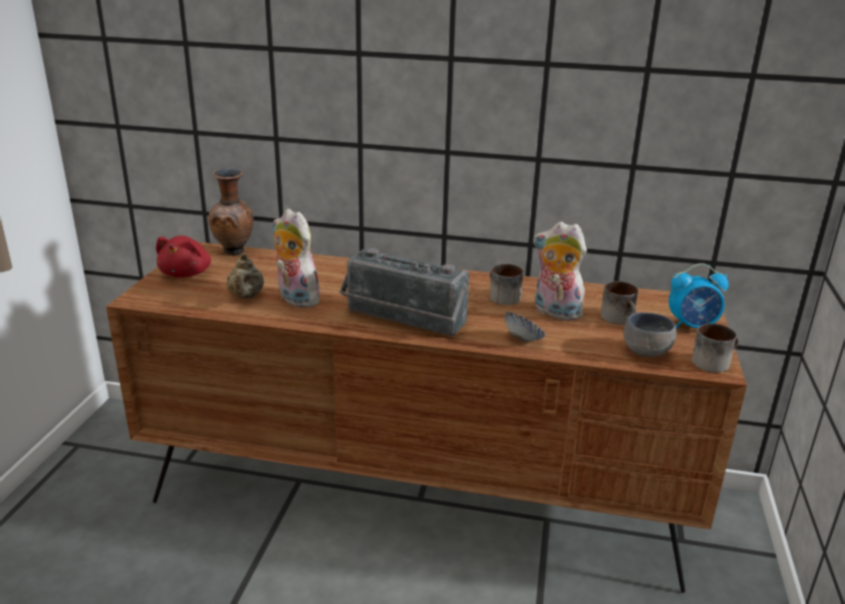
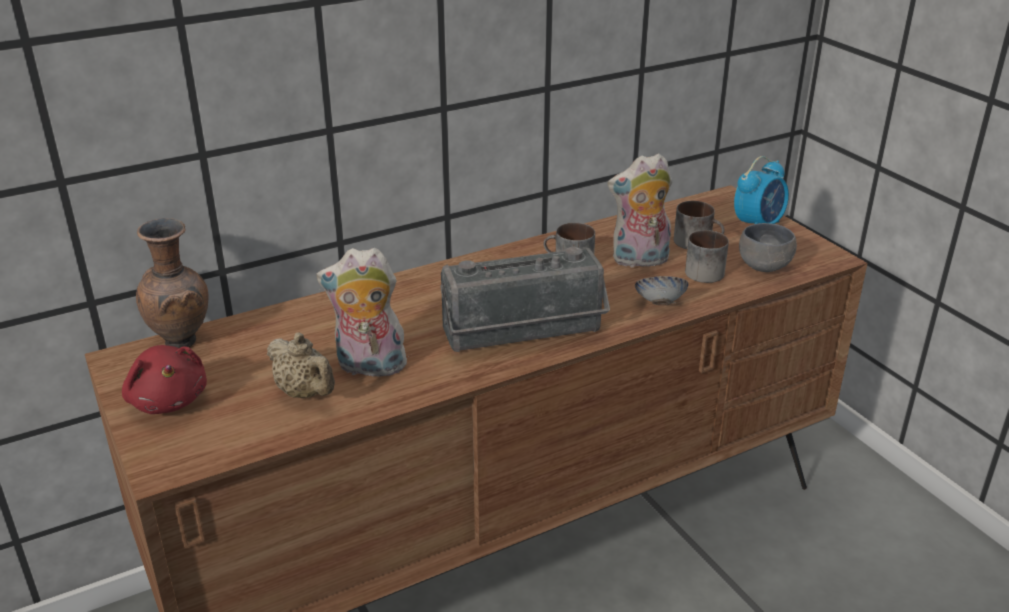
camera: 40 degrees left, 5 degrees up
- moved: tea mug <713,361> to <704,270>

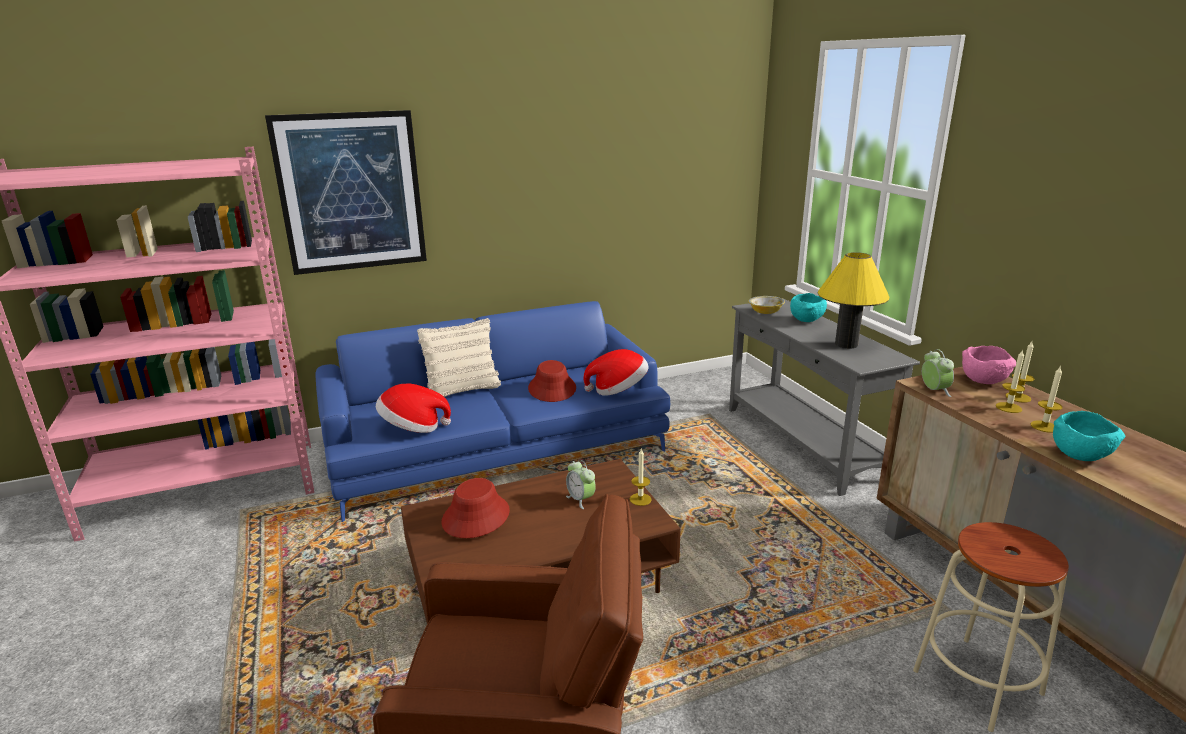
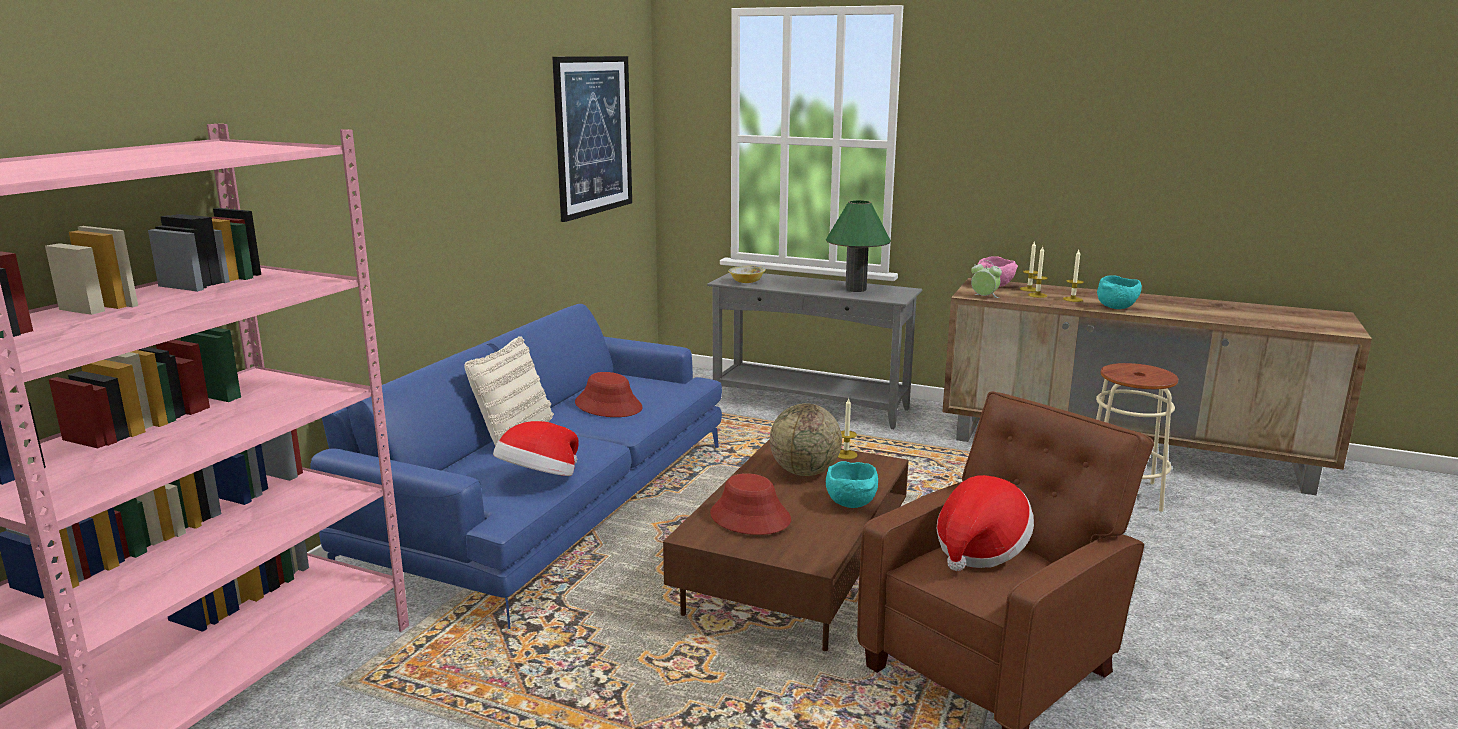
camera: 45 degrees left, 5 degrees down
- moved: wall picture <351,192> to <593,136>
- replaced: bedside clock <581,499> to globe <804,472>
- recoloured: yellow-coloured tabletop lamp <846,344> to green tabletop lamp <855,289>
- moved: turquoise-coloured bowl <806,321> to <852,504>
- moved: hat <618,390> to <979,550>

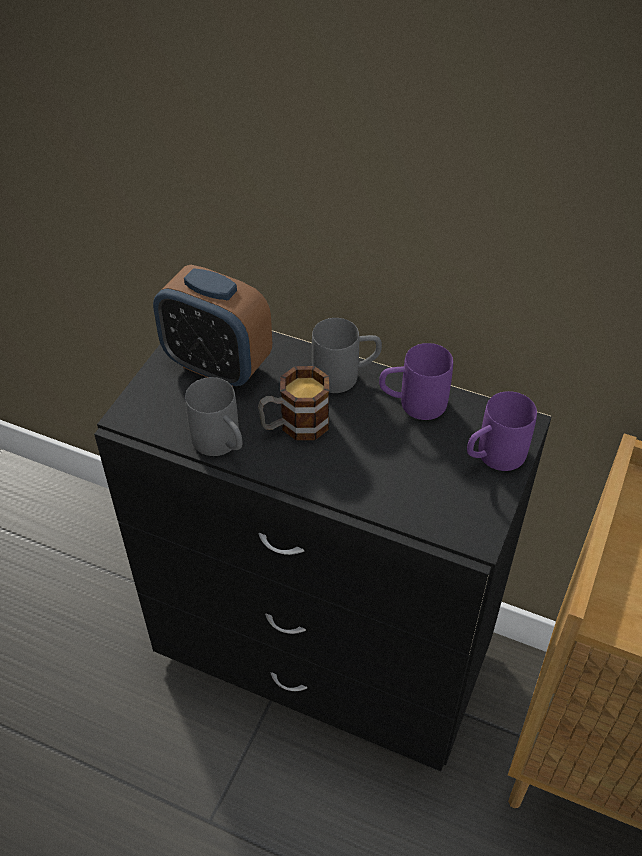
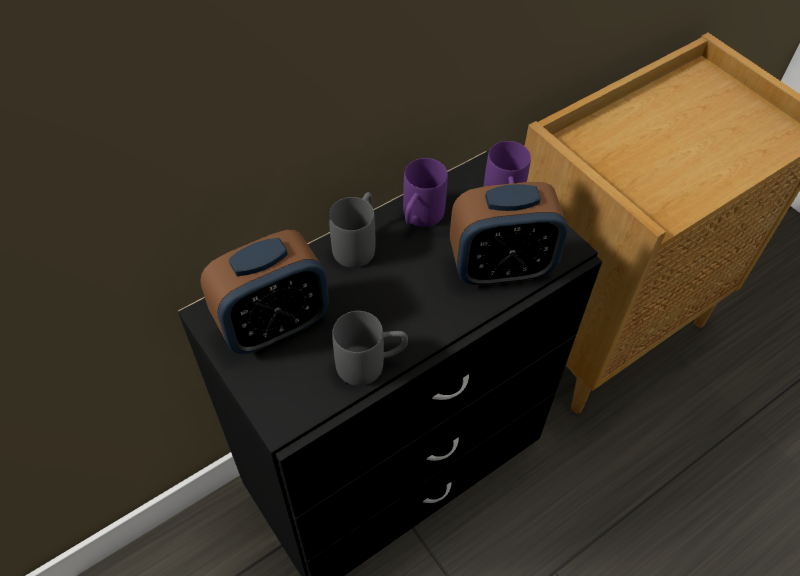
camera: 60 degrees left, 5 degrees up
- added: bedside clock <500,268>
- removed: tea mug <294,425>

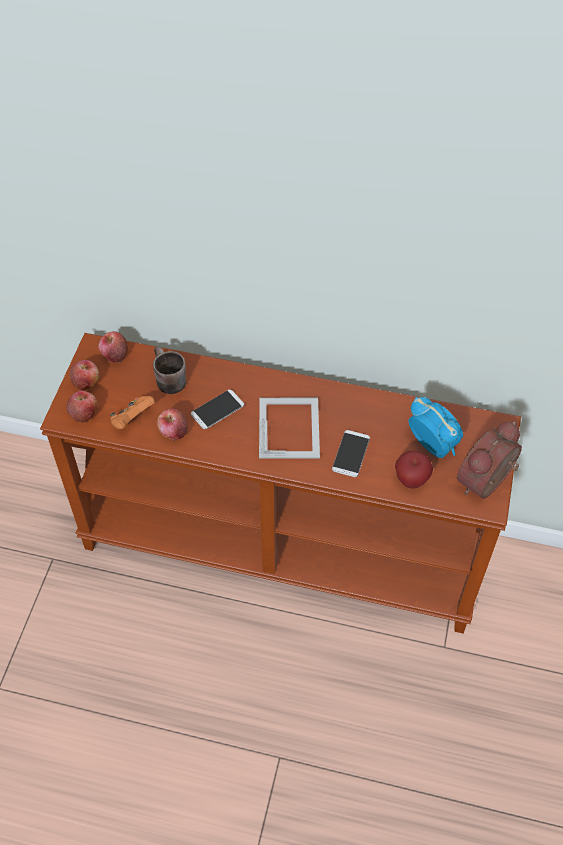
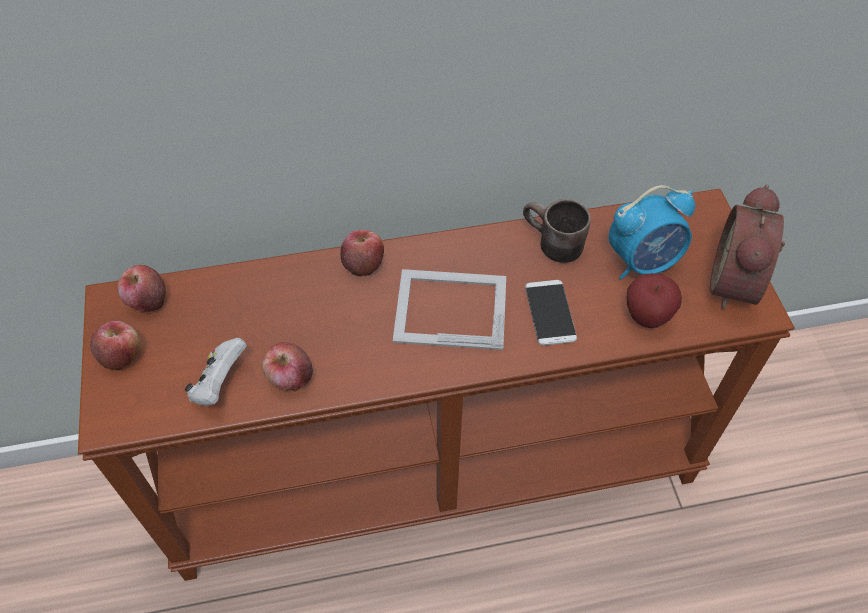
camera: 25 degrees left, 0 degrees up
- recoloured: orangey joypad <132,420> to whitish joypad <219,384>
- moved: whole apple <84,413> to <363,263>
- turned: photo frame <289,427> = <449,308> 60 degrees counterclockwise
- moved: brown tea mug <166,379> to <550,245>
- turned: bedside clock <432,445> = <643,262> 135 degrees clockwise
- removed: telephone <217,409>

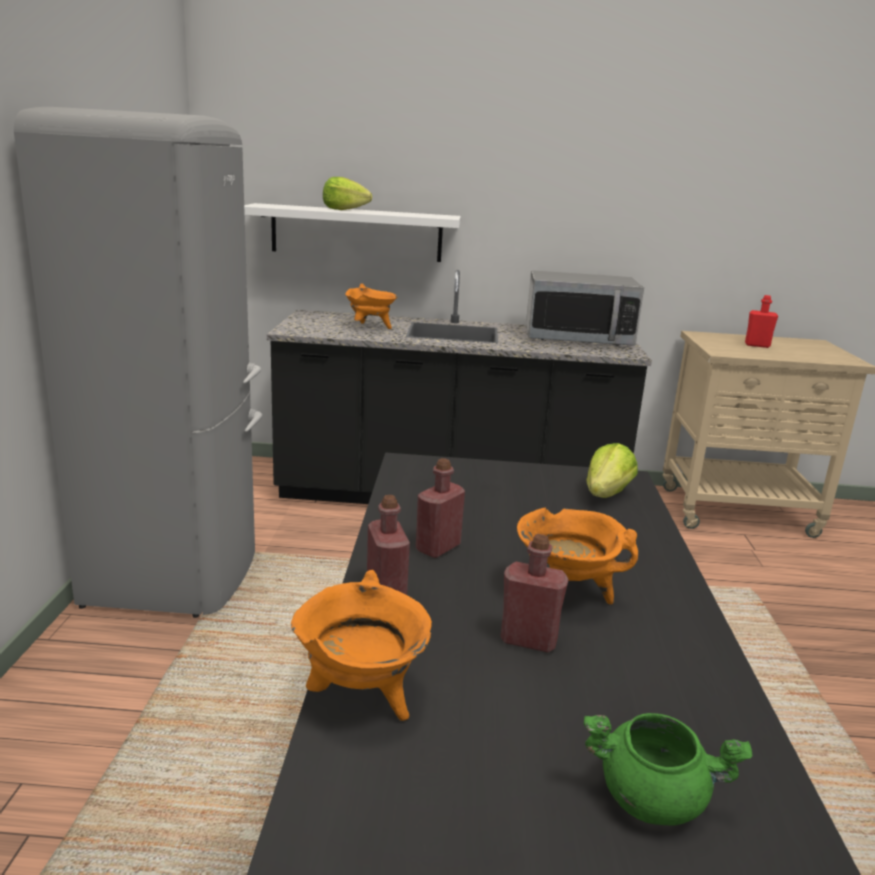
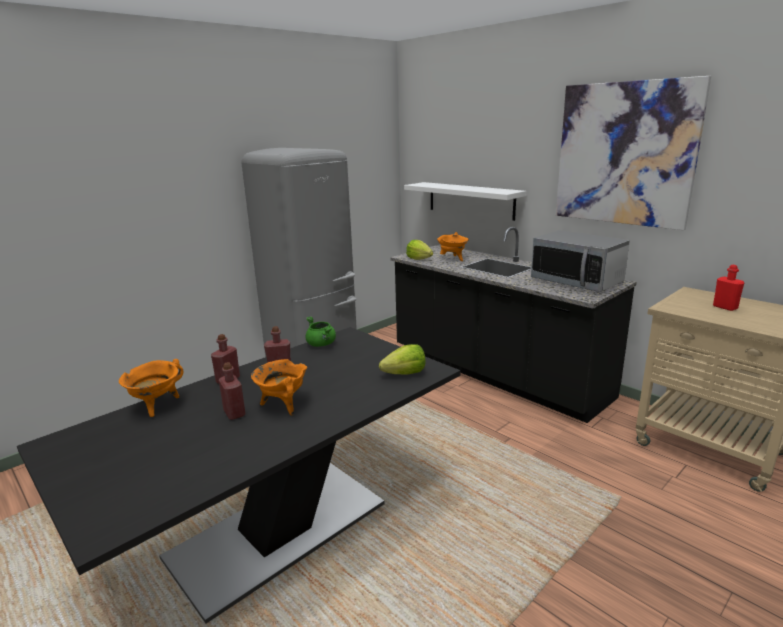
camera: 45 degrees right, 0 degrees up
- moved: green cooking pot <652,797> to <321,344>
- moved: lettuce <344,209> to <419,259>
- added: wall picture <624,154>

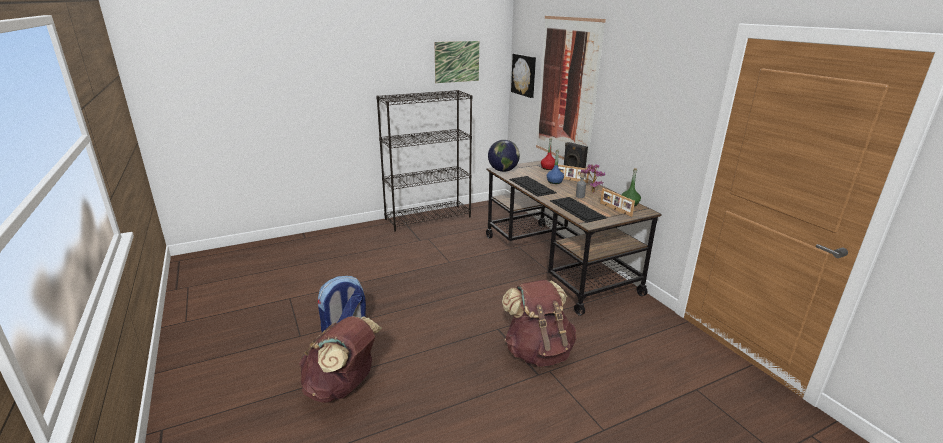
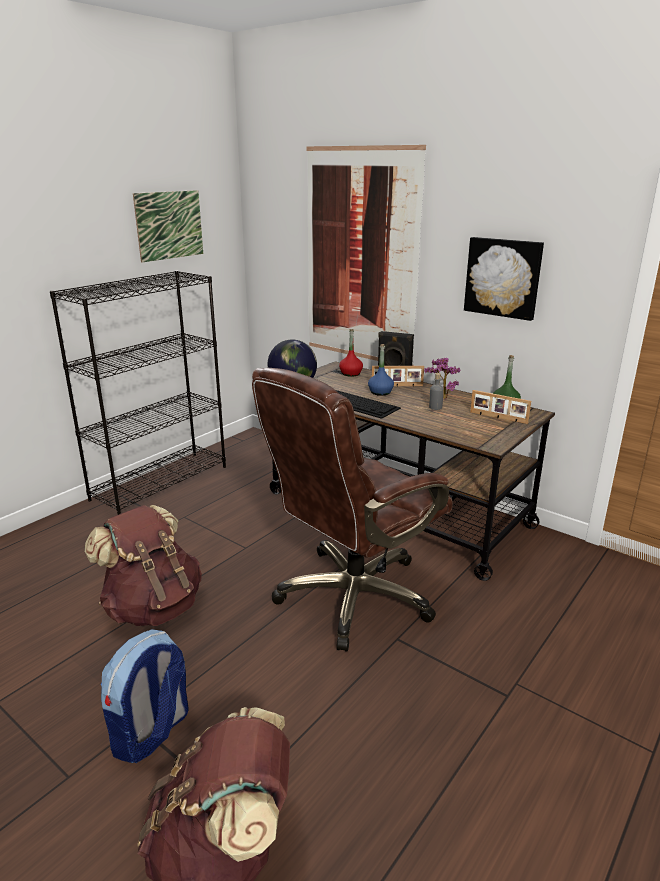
camera: 25 degrees left, 0 degrees up
- moved: brown knapsack <537,352> to <153,607>
- added: brown computer chair <354,595>
- moved: wall picture <524,75> to <503,277>
- removed: keyboard <576,209>

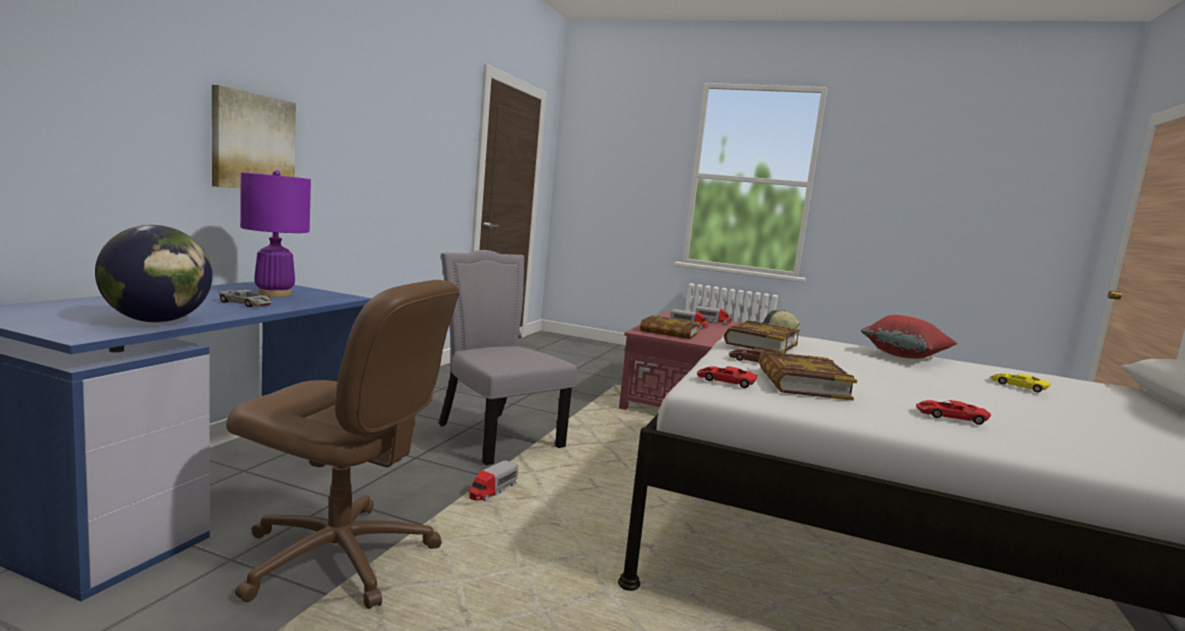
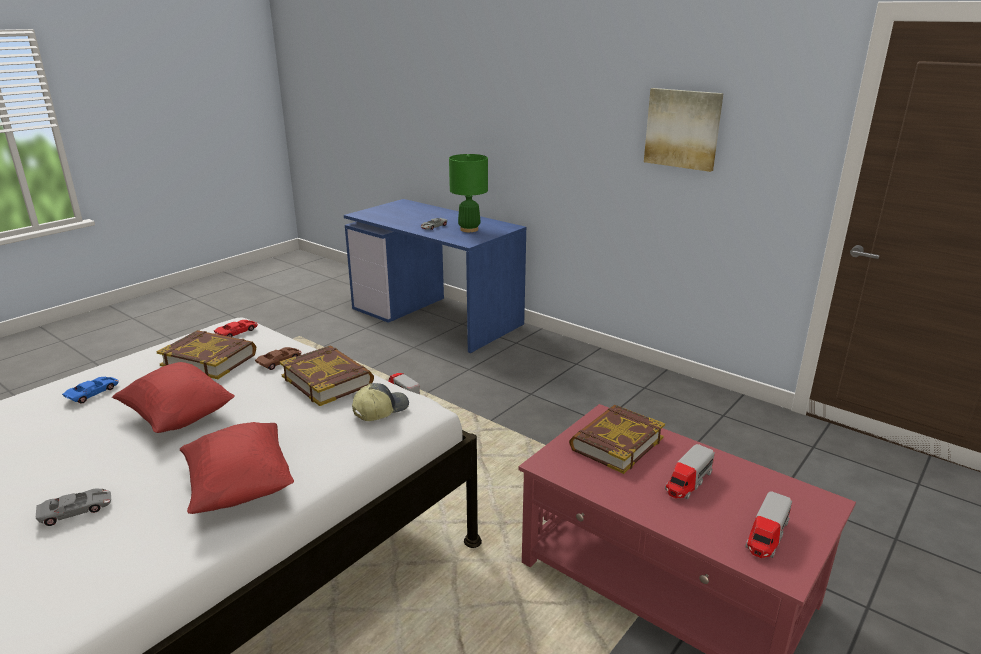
camera: 110 degrees right, 15 degrees up
- recoloured: yellow-coloured toy car <1018,386> to greyish toy car <76,510>
- recoloured: reddish toy car <950,417> to bluish toy car <93,392>
- added: reddish pillow <178,416>
- recoloured: purplish tabletop lamp <274,294> to green tabletop lamp <469,229>
- moved: wall picture <252,142> to <683,129>
- removed: globe <157,321>
- removed: brown computer chair <338,557>
- removed: greyish upright chair <498,438>

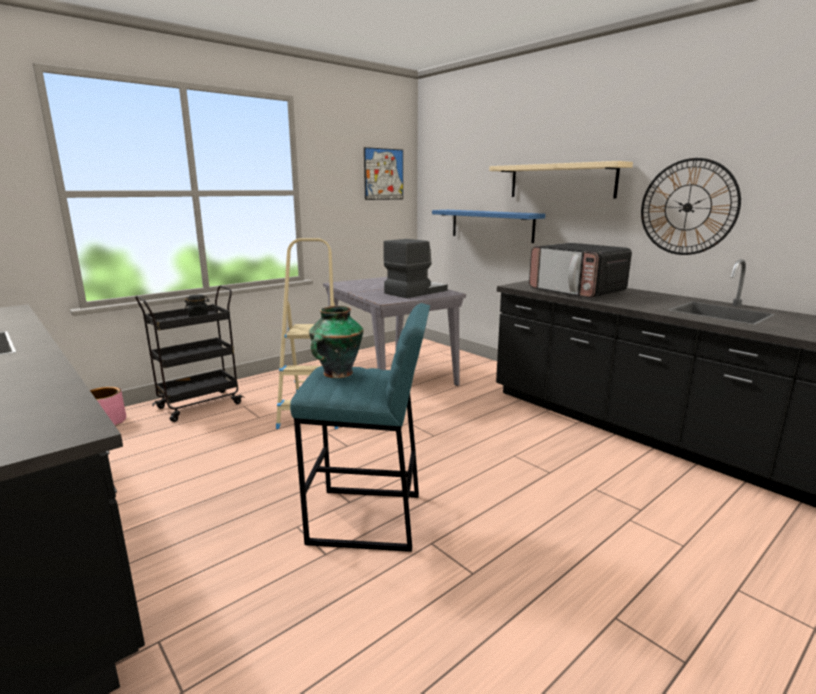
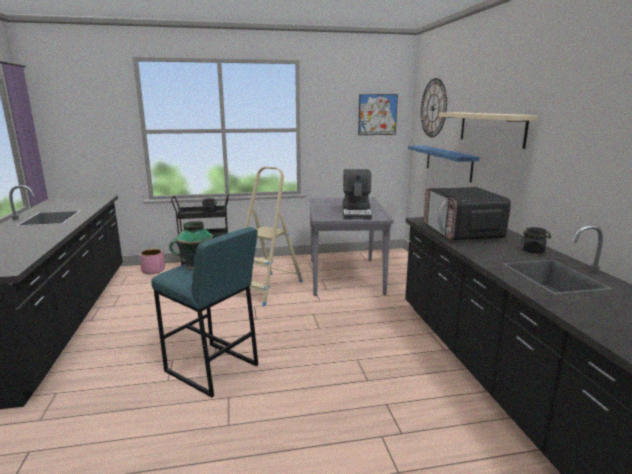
camera: 30 degrees right, 0 degrees up
- turned: coffee brewer <415,292> = <357,213> 105 degrees clockwise
- moved: hanging clock <687,207> to <433,108>
- added: black-coloured jar <533,251>

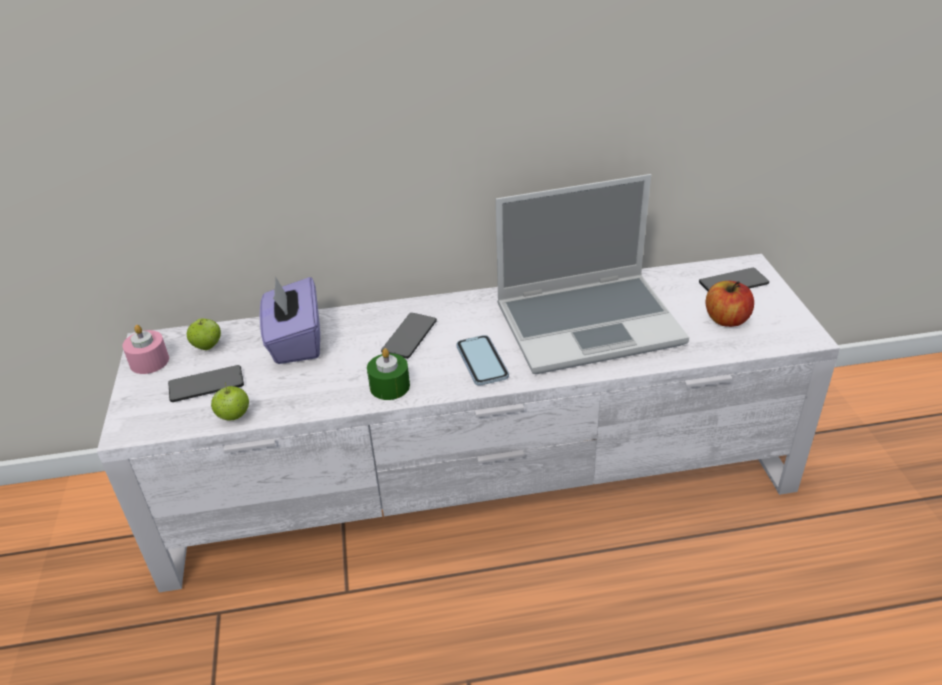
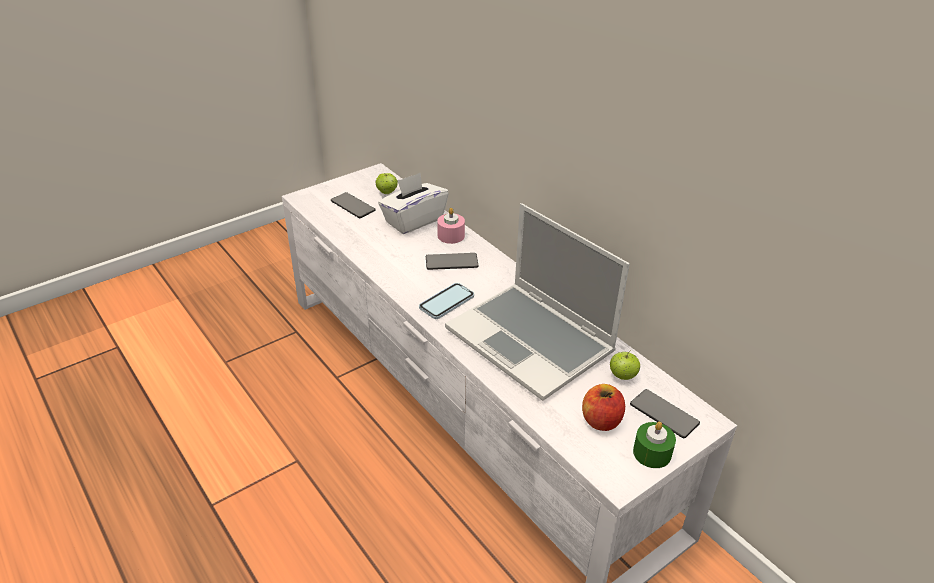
camera: 60 degrees right, 0 degrees up
- recoloured: purplish tissue holder <295,341> to whitish tissue holder <413,220>
- moved: pinkish wax light <149,361> to <451,235>
- moved: whole apple <234,416> to <622,376>
- moved: green wax light <389,386> to <652,453>

